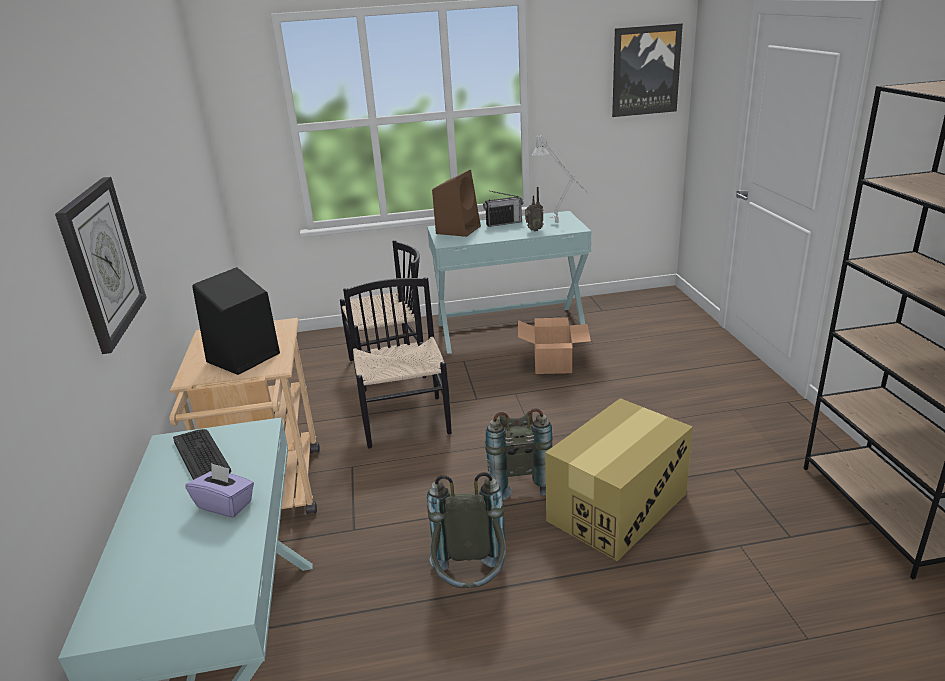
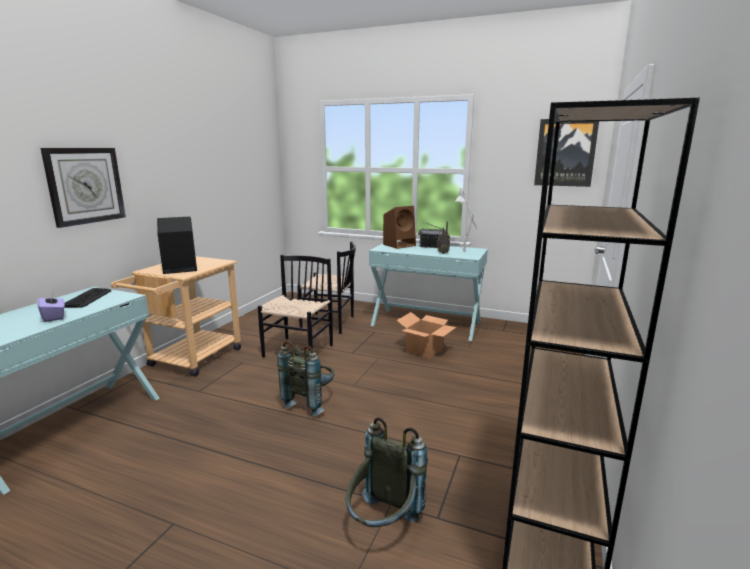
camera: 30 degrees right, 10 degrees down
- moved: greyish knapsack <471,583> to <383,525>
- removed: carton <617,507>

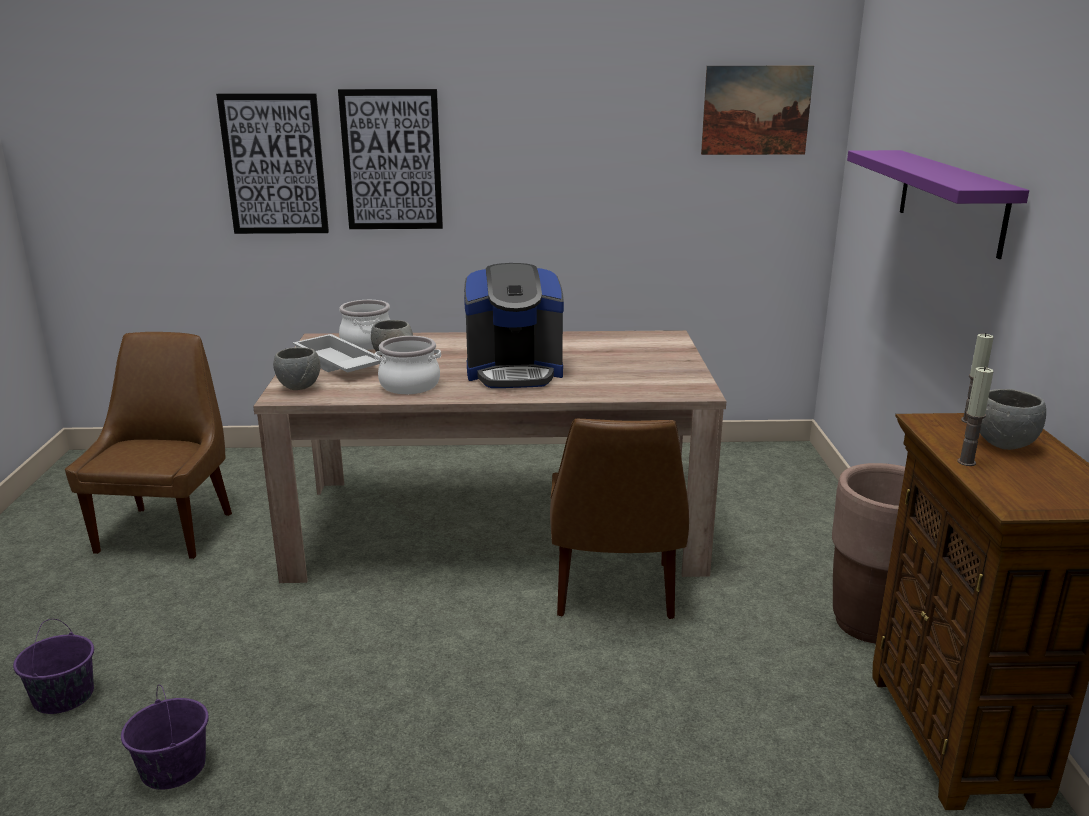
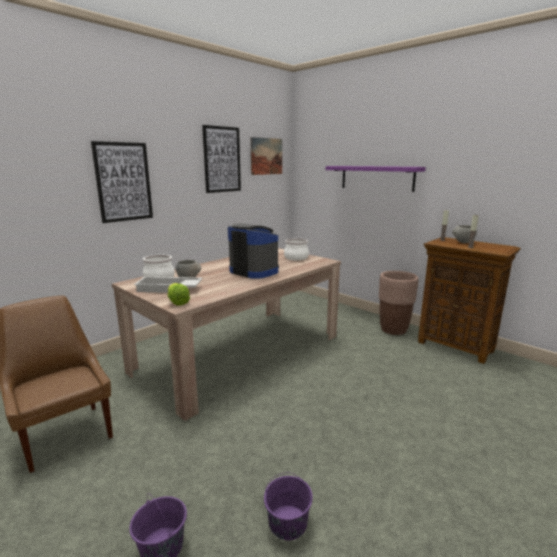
camera: 45 degrees left, 5 degrees down
- replaced: greyish bowl <300,387> to lettuce <177,301>
- moved: wall picture <274,165> to <222,159>
- turned: coffee brewer <514,372> = <254,271> 90 degrees counterclockwise
- moved: cooking pot <410,385> to <296,258>
- removed: brown upright chair <614,592>

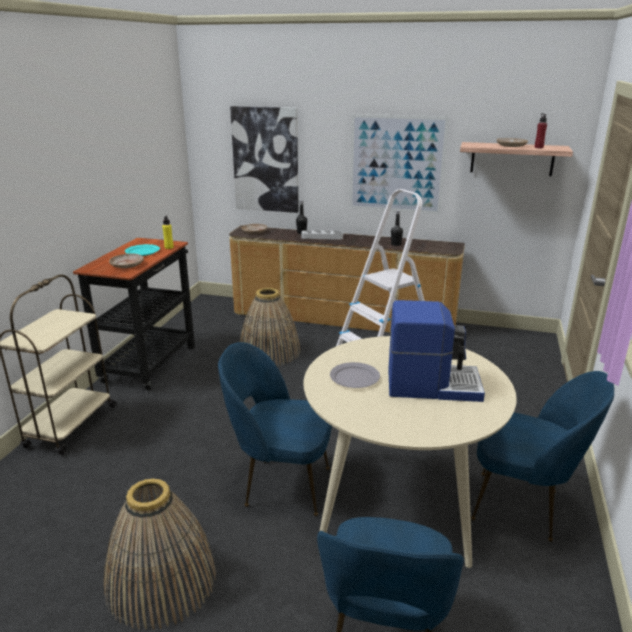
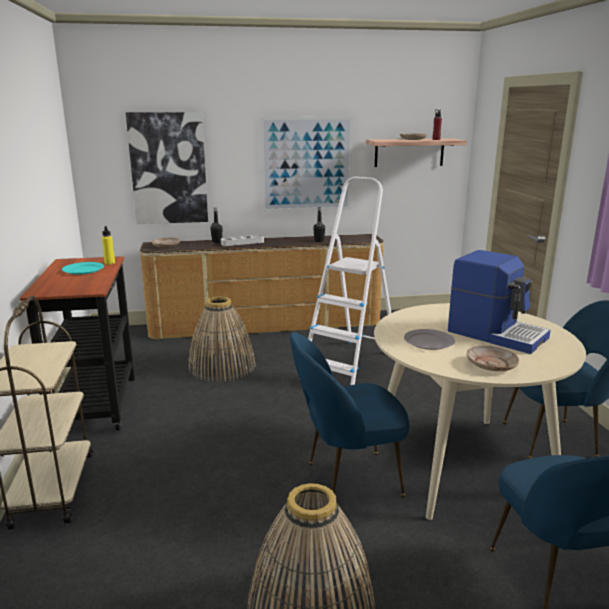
camera: 25 degrees left, 5 degrees down
- turned: coffee brewer <432,384> = <496,334> 60 degrees clockwise
- moved: beige-coloured dinner plate <127,265> to <491,364>

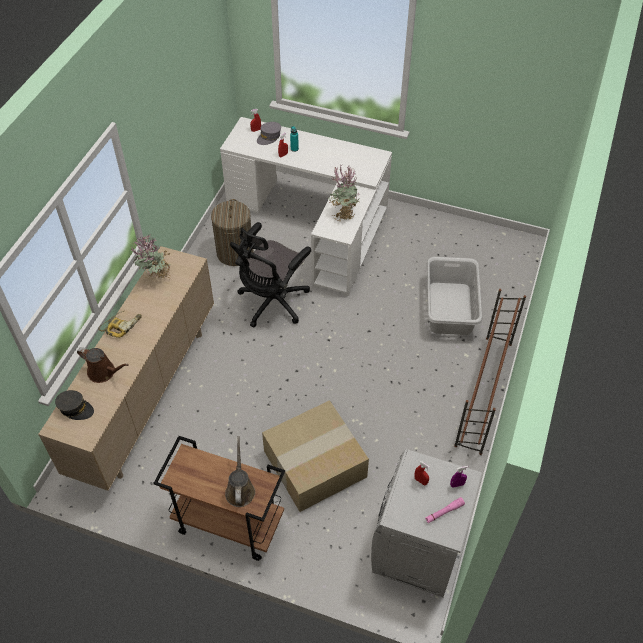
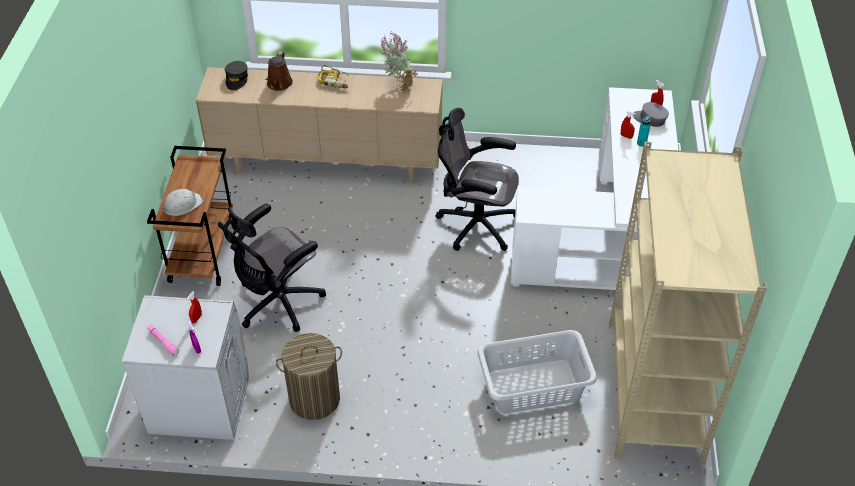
camera: 75 degrees right, 5 degrees down
- replaced: brown sprinkling can <240,489> to whitish hard hat <182,205>
- replaced: carton <314,465> to computer chair <279,302>
- moved: hamper <235,253> to <314,399>
- added: beige-coloured bookshelf <654,391>
- removed: houseplant <343,213>
- removed: brown shoe rack <483,393>

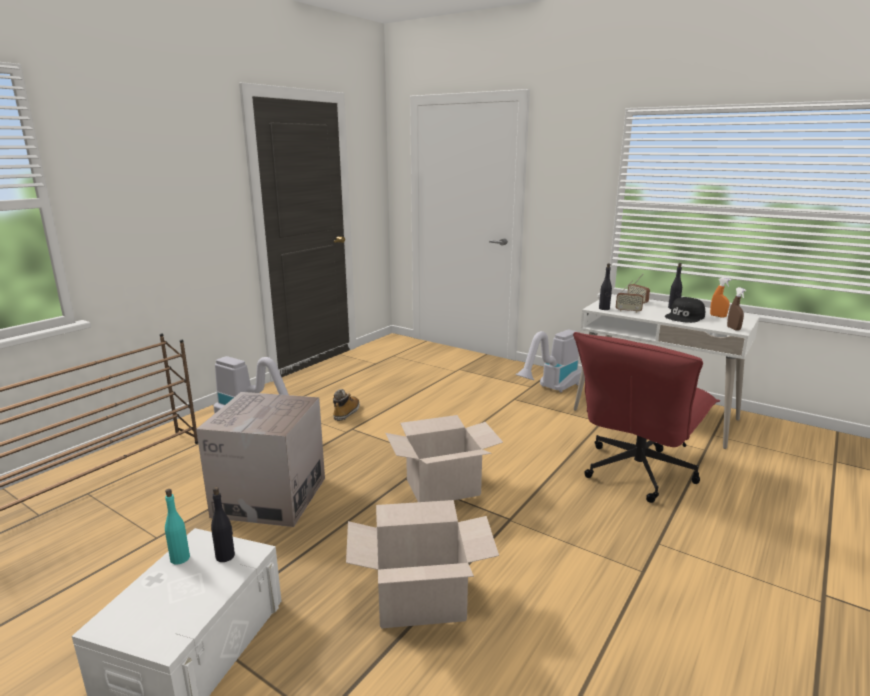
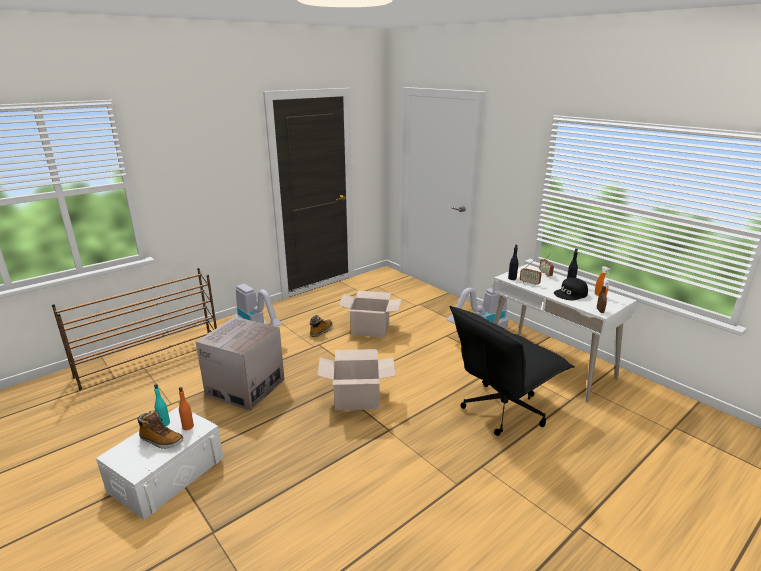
camera: 15 degrees right, 5 degrees up
- added: high-top boot <161,440>
- recoloured: black-coloured drink bottle <225,556> to orangey drink bottle <188,426>
- moved: carton <420,600> to <370,329>
- recoloured: reddish computer chair <638,470> to black-coloured computer chair <504,409>

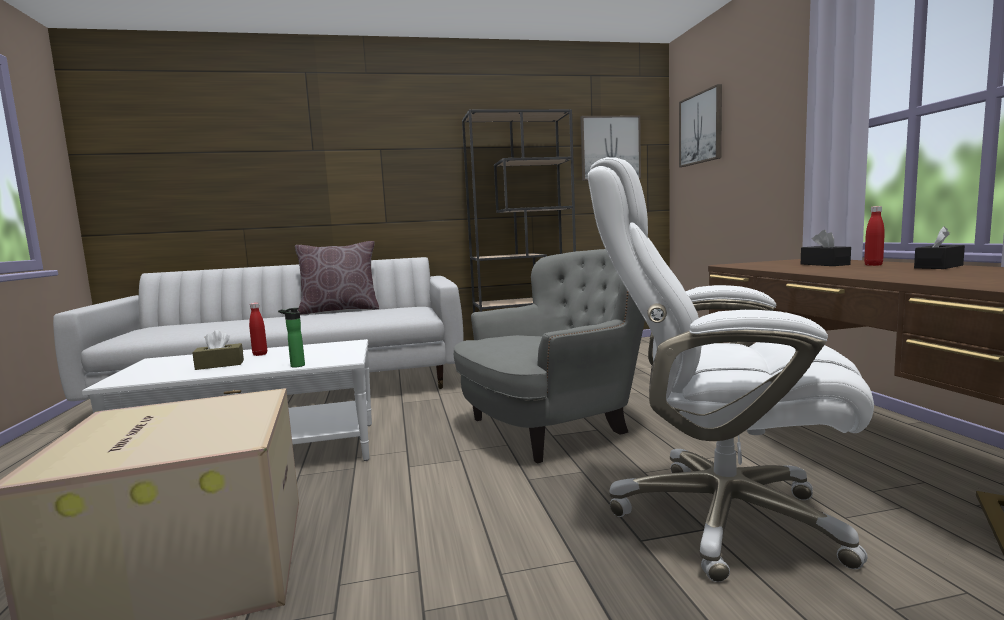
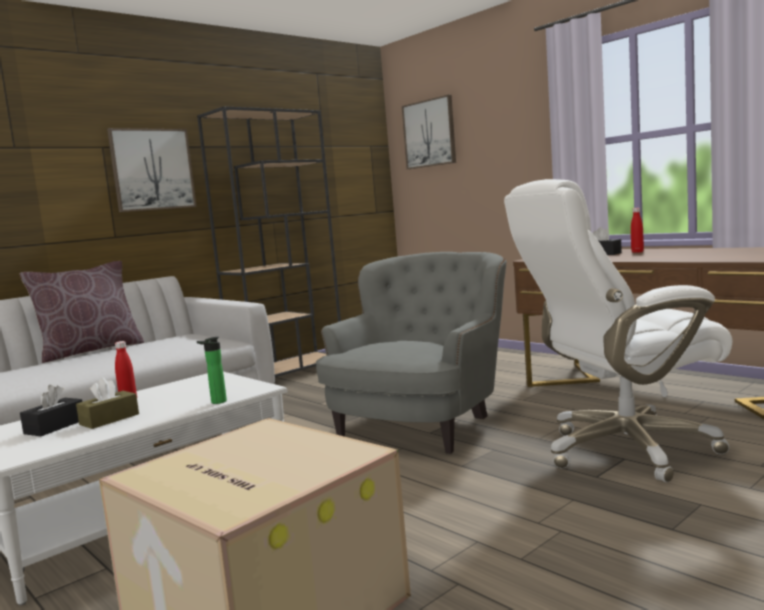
camera: 30 degrees left, 0 degrees up
- moved: black-coloured tissue holder <938,267> to <55,427>
- moved: wall picture <610,148> to <152,169>

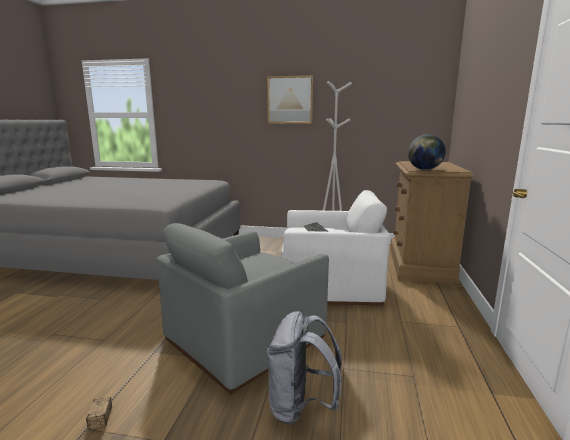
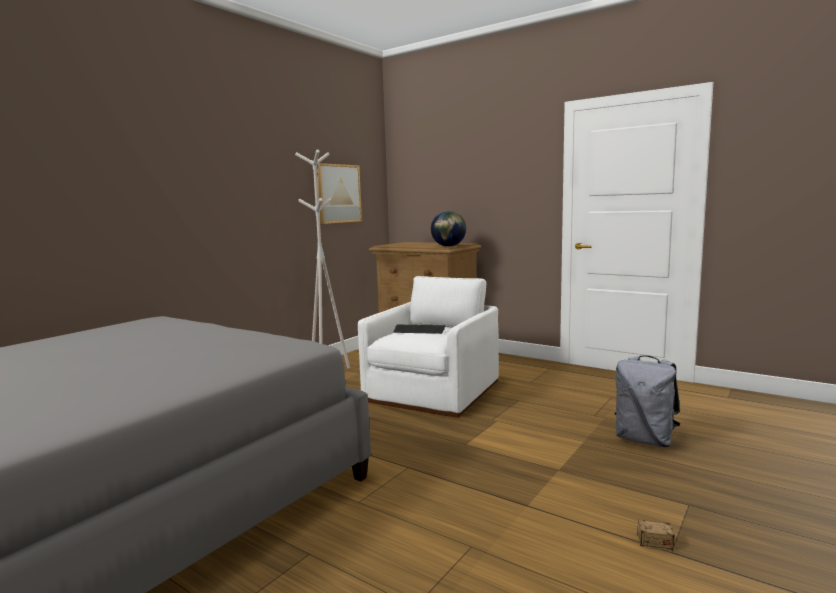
camera: 65 degrees left, 5 degrees down
- moved: wall picture <290,100> to <338,193>
- removed: greyish lounge chair <245,337>

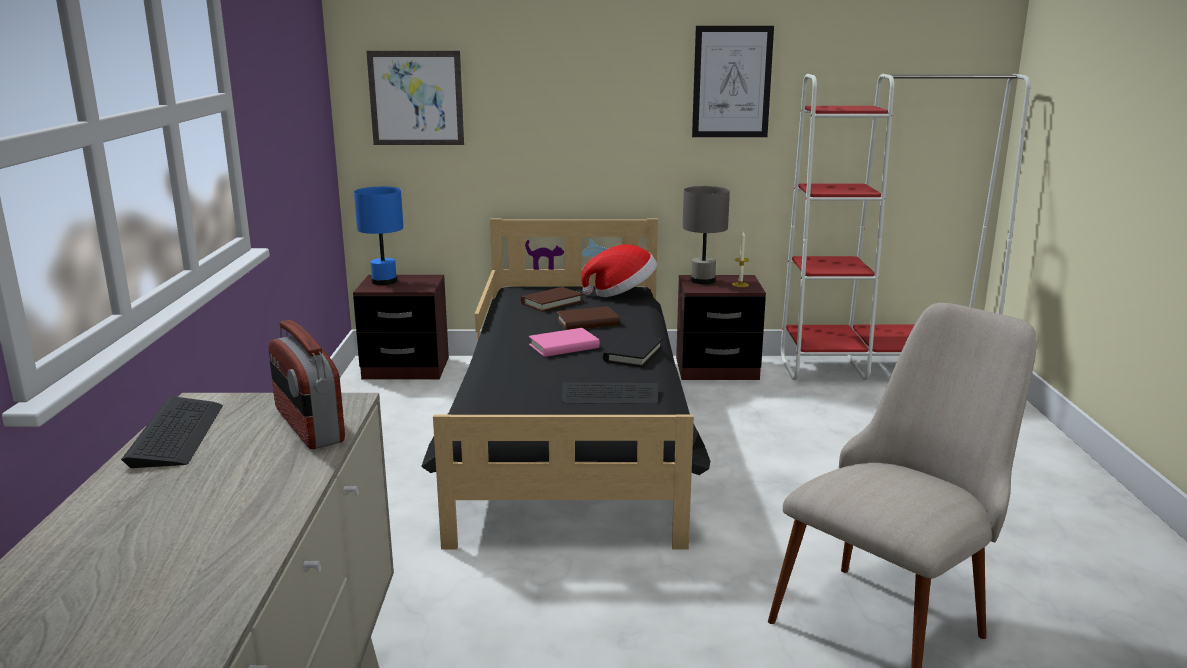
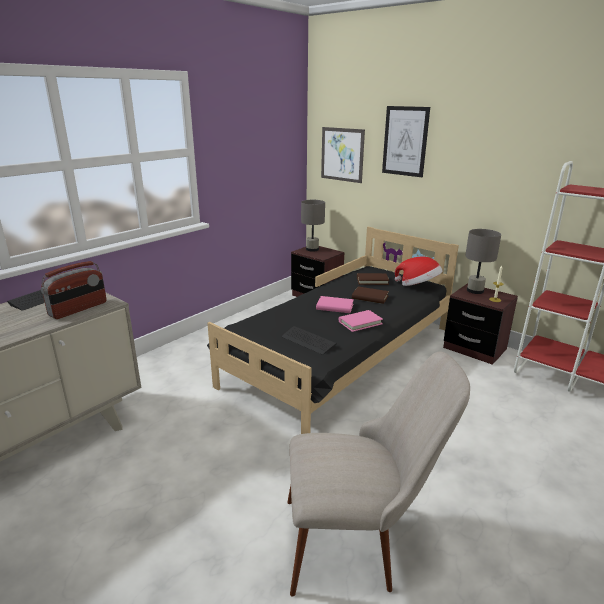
camera: 40 degrees right, 5 degrees up
- turned: radio set <308,426> = <78,309> 150 degrees counterclockwise
- recoloured: bluish tabletop lamp <384,281> to greyish tabletop lamp <312,249>
- recoloured: black-coloured volume <633,354> to pinkish volume <360,322>
- moved: wall picture <732,82> to <405,141>

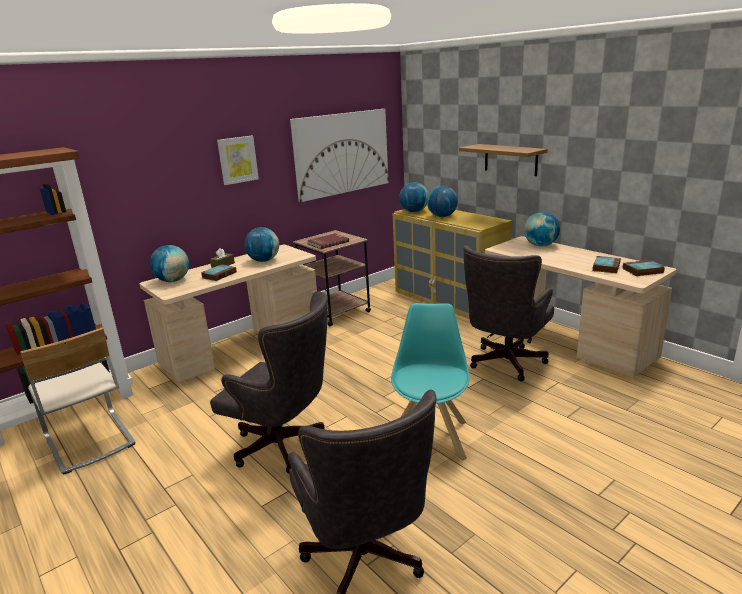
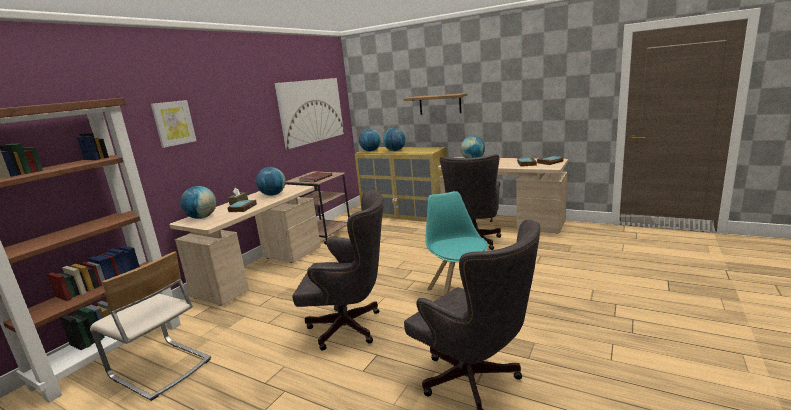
camera: 20 degrees left, 5 degrees down
- moved: wall picture <237,160> to <173,123>

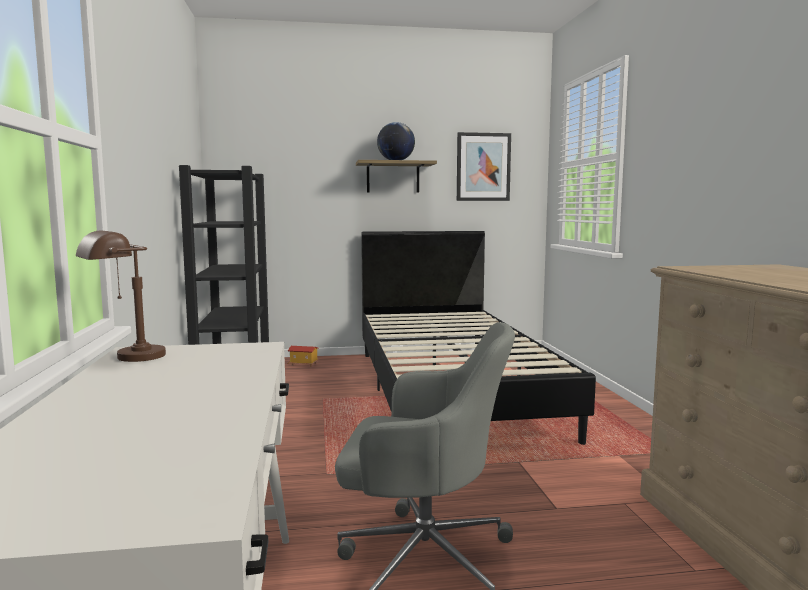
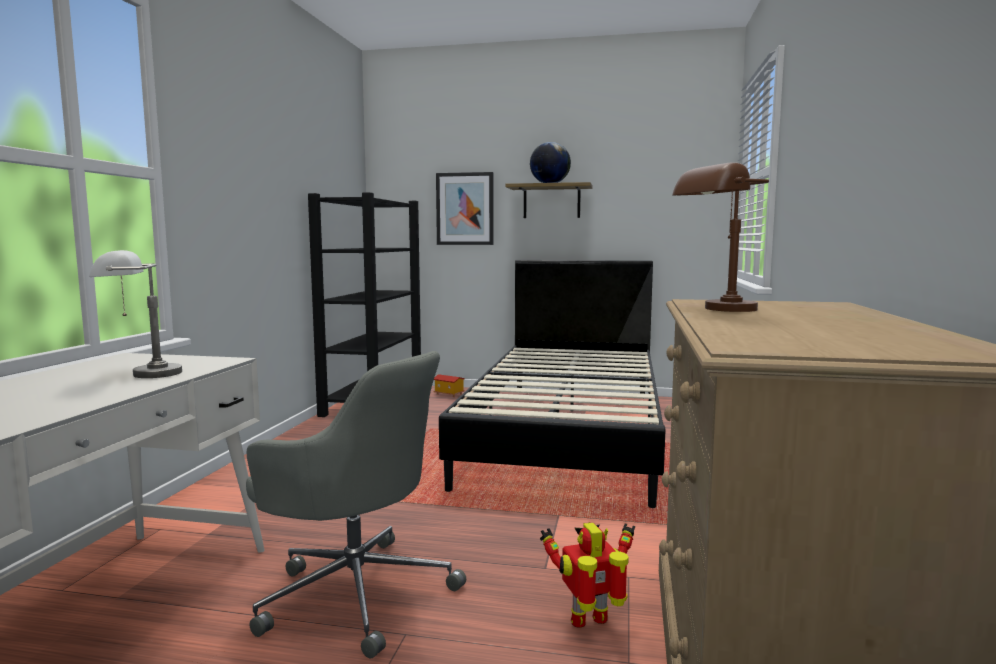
camera: 20 degrees right, 0 degrees up
- added: greyish tabletop lamp <140,375>
- moved: wall picture <483,167> to <465,209>
- added: robot figure <591,622>
- moved: brown tabletop lamp <125,359> to <717,310>

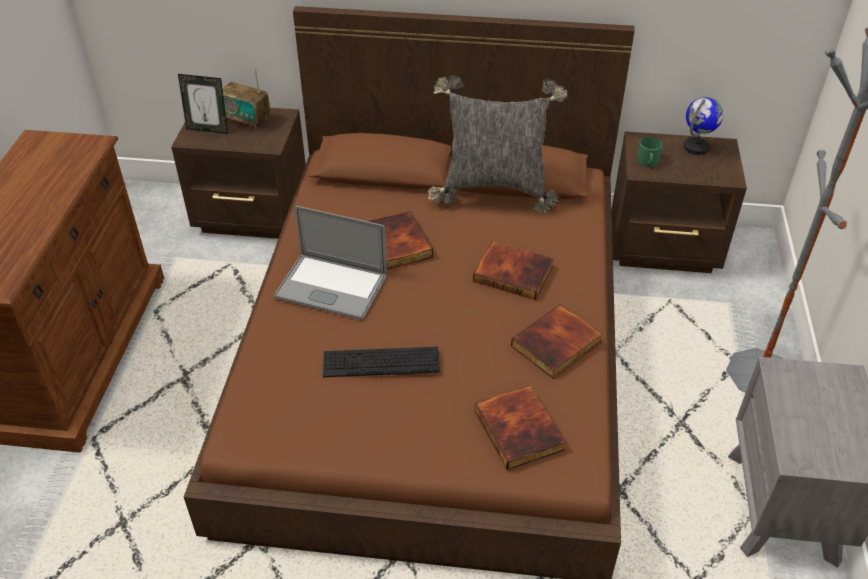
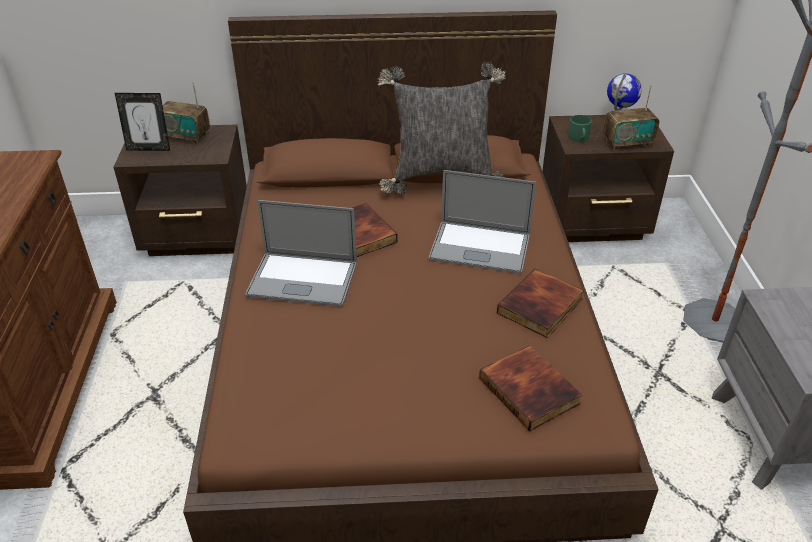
camera: 10 degrees left, 5 degrees down
- replaced: volume <514,273> to portable computer <480,247>
- added: radio set <627,143>
- removed: keyboard <381,362>

